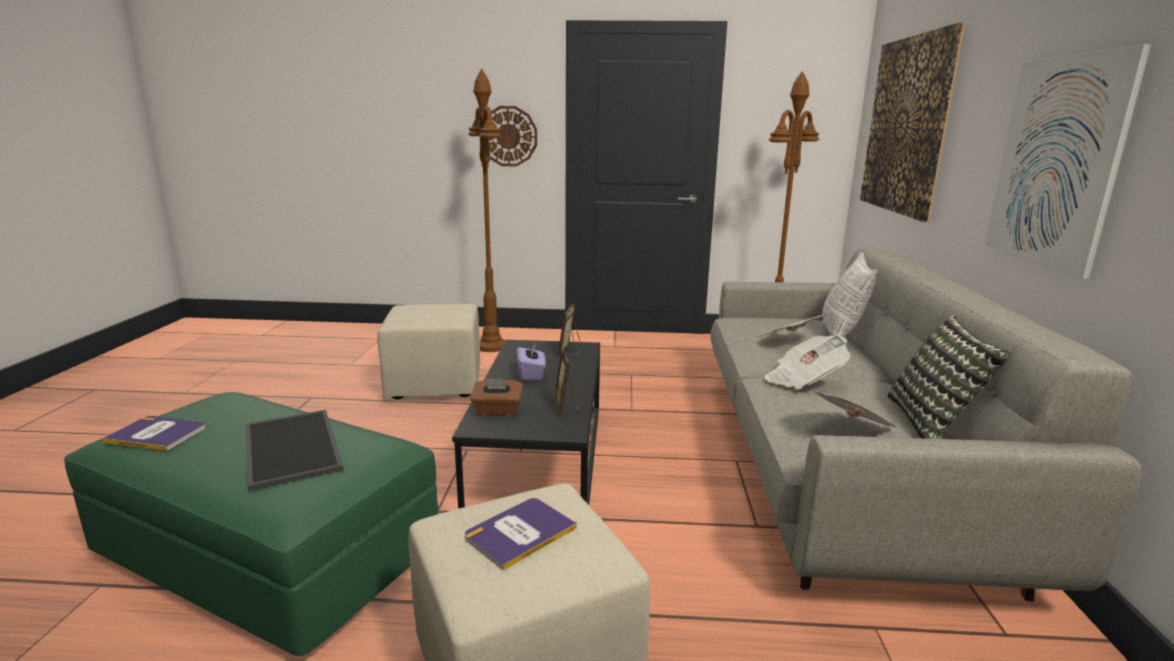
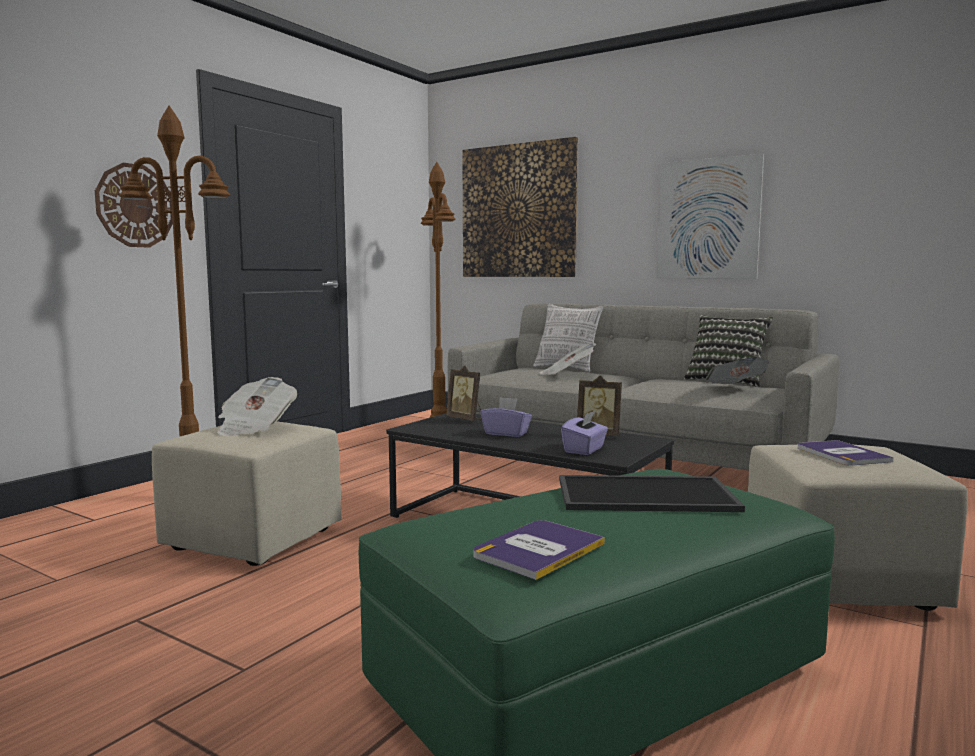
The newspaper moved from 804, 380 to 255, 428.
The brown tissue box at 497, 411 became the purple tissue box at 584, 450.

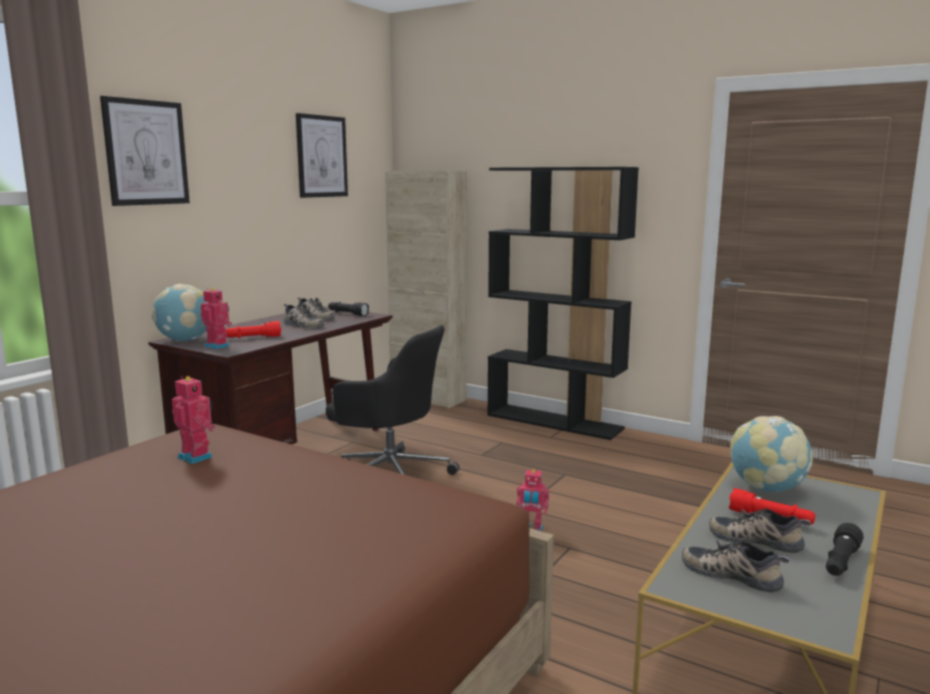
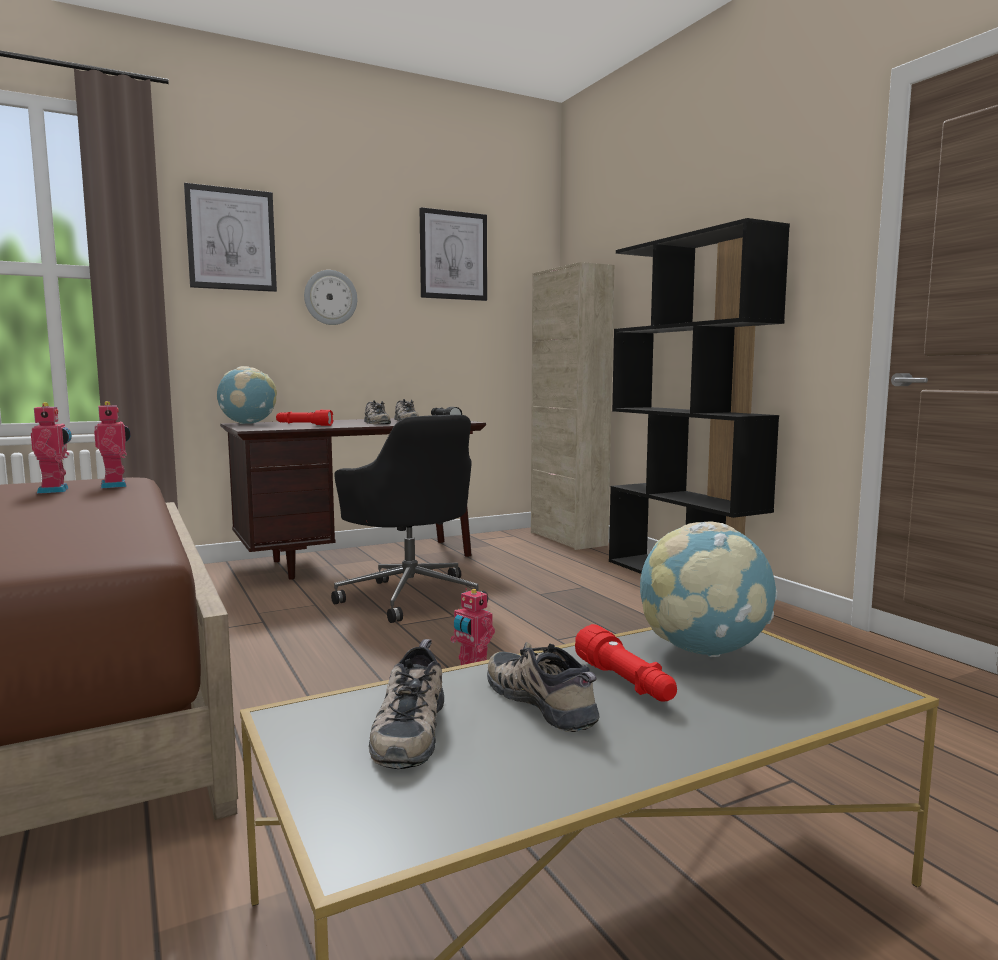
The toy robot moved from 218, 346 to 116, 485.
The wall clock at 330, 297 appeared.
The shoe at 732, 574 turned 150 degrees counterclockwise.
The black flashlight at 840, 562 disappeared.

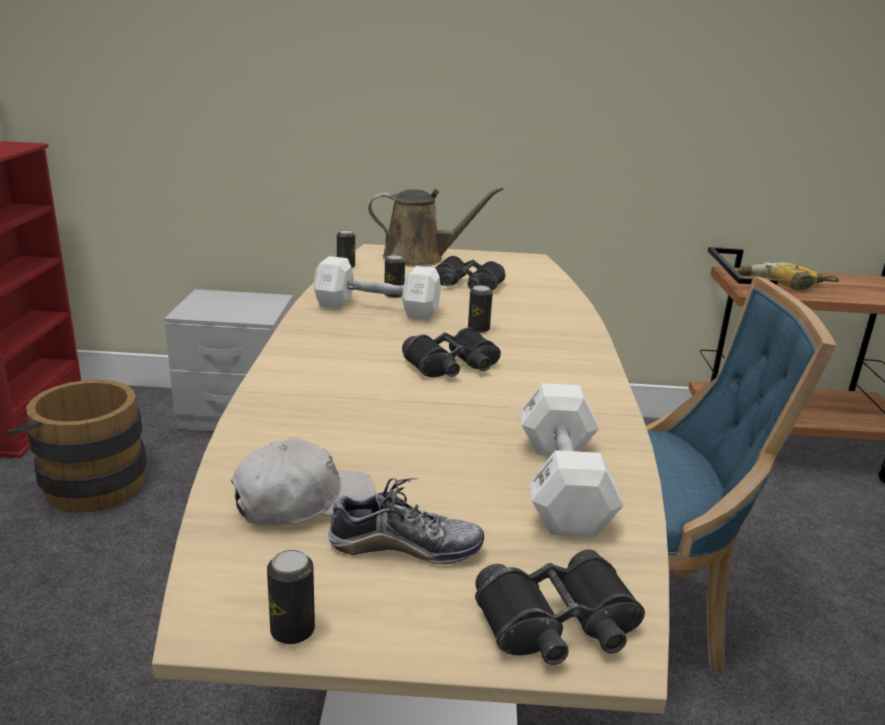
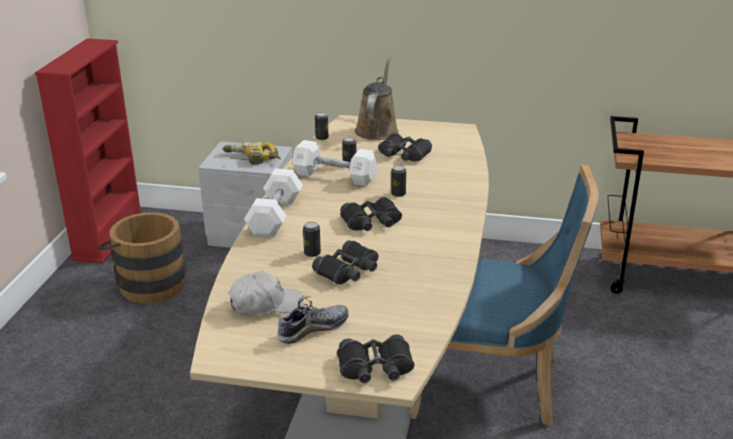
The power drill moved from 783, 284 to 251, 159.
The white dumbbell moved from 562, 484 to 275, 216.
The shoe at 405, 547 turned 45 degrees counterclockwise.
The can moved from 292, 631 to 312, 253.
The black binoculars at 348, 271 appeared.
The brown watering can at 420, 258 turned 90 degrees counterclockwise.

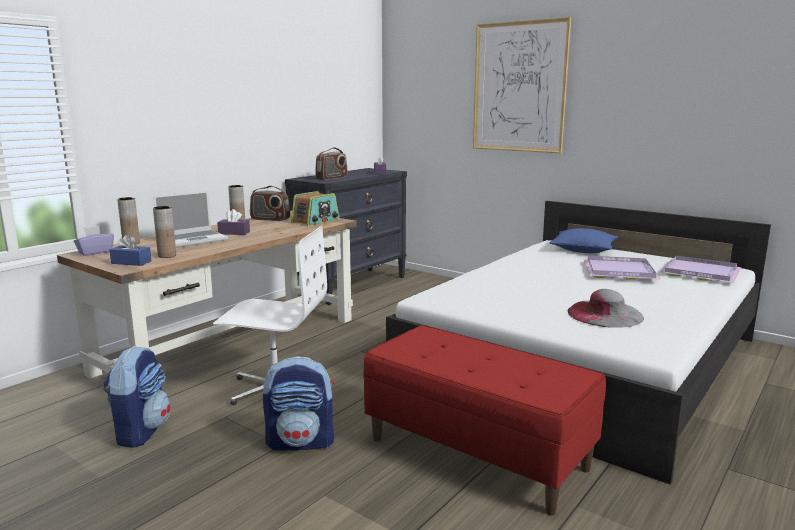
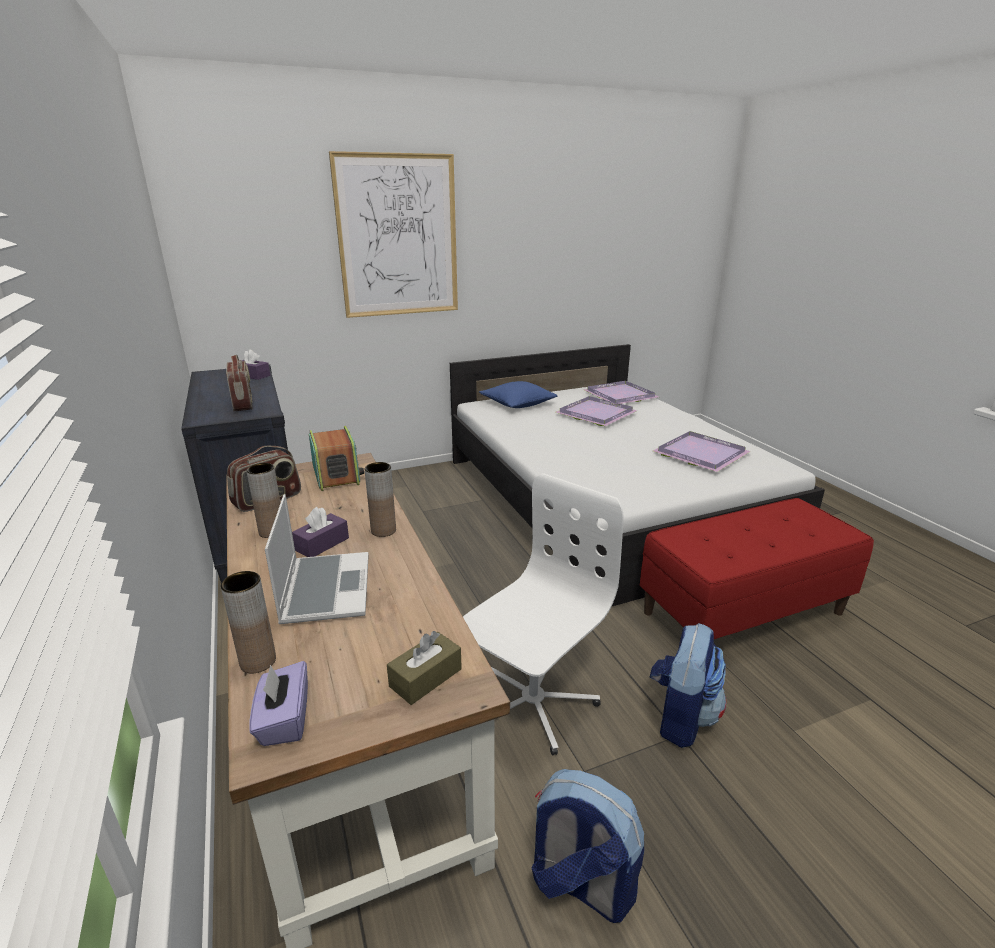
The brown vase moved from 167, 256 to 383, 530.
The blue tissue box at 131, 262 became the brown tissue box at 425, 677.
The grey hat at 605, 314 was replaced by the purple tray at 698, 454.

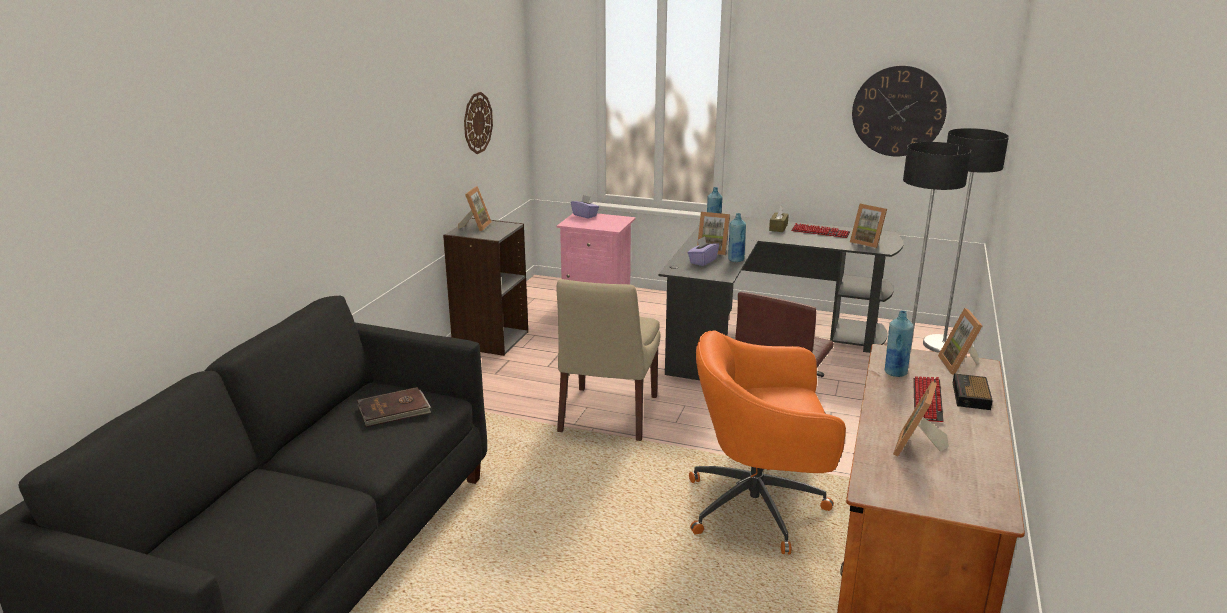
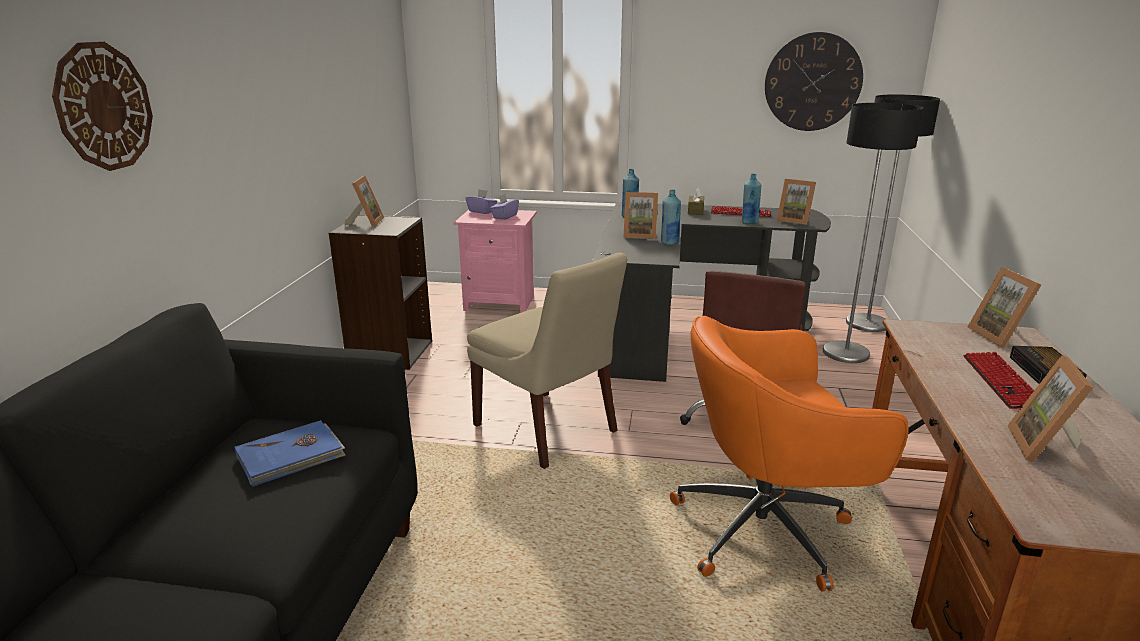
The wall clock moved from 477, 123 to 104, 107.
The brown book at 394, 410 became the blue book at 291, 457.
The beige chair at 607, 416 turned 45 degrees counterclockwise.
The purple tissue box moved from 702, 261 to 504, 216.
The blue bottle moved from 895, 372 to 749, 222.

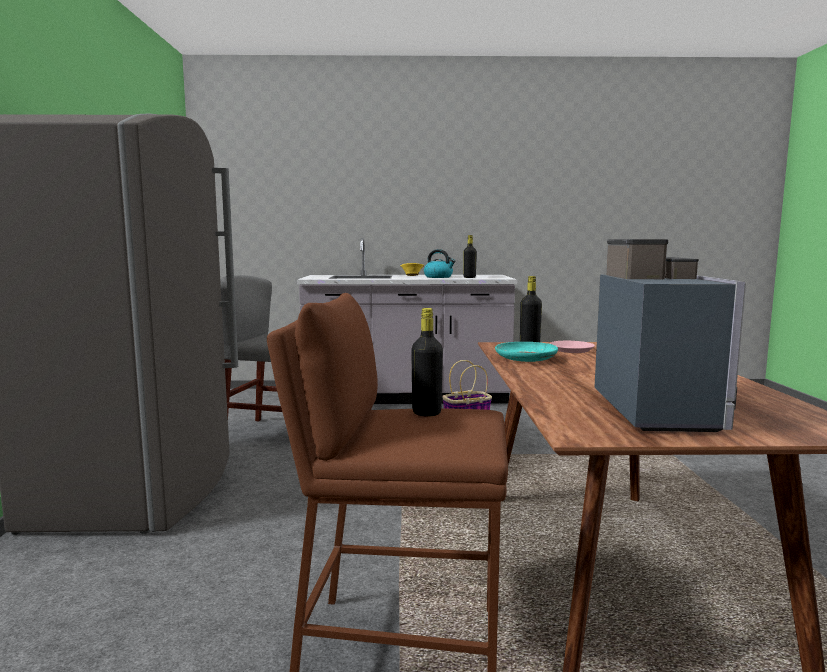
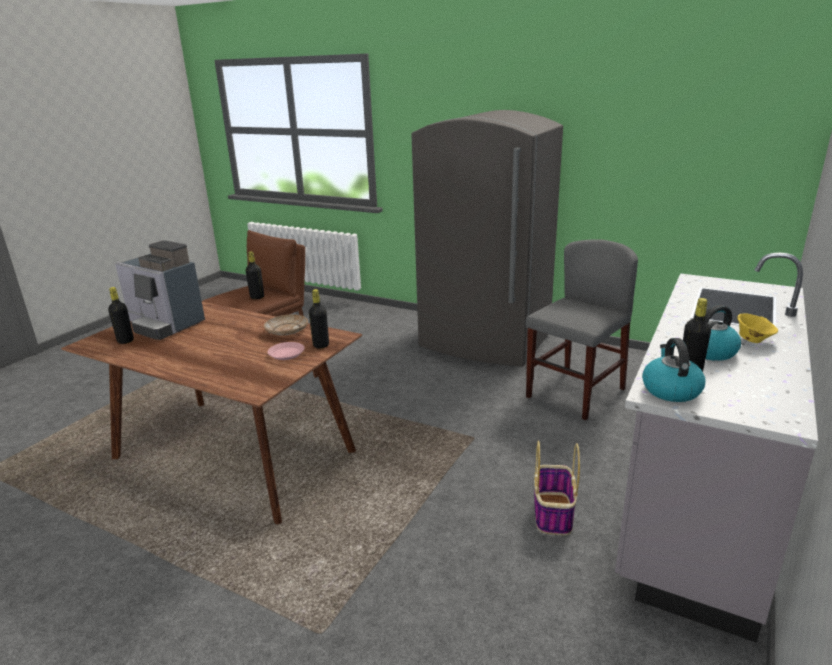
The black bottle at 125, 341 appeared.
The turquoise plate at 526, 359 became the beige plate at 286, 330.
The kettle at 670, 389 appeared.

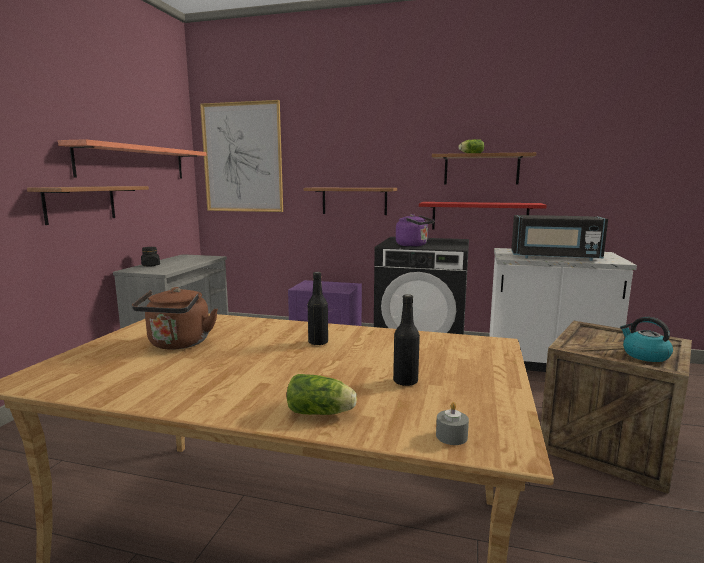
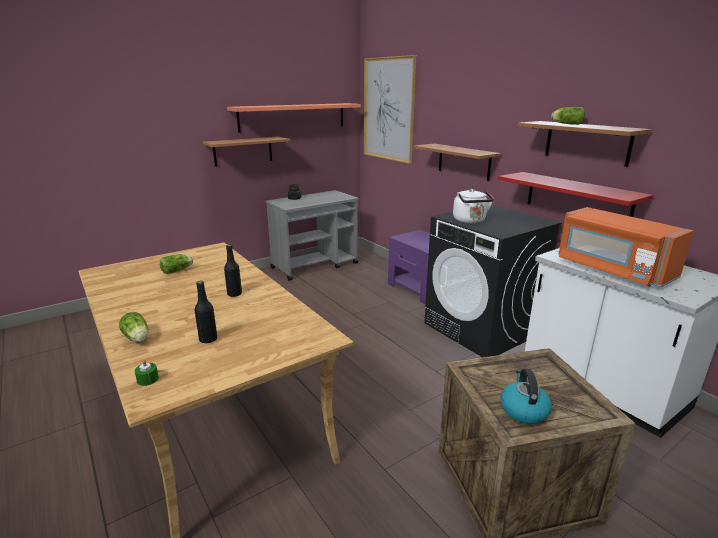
The grey candle at 451, 436 became the green candle at 147, 379.
The brown kettle at 178, 344 was replaced by the lettuce at 178, 270.
The purple kettle at 413, 245 became the white kettle at 470, 221.
The black microwave at 554, 257 became the orange microwave at 612, 270.

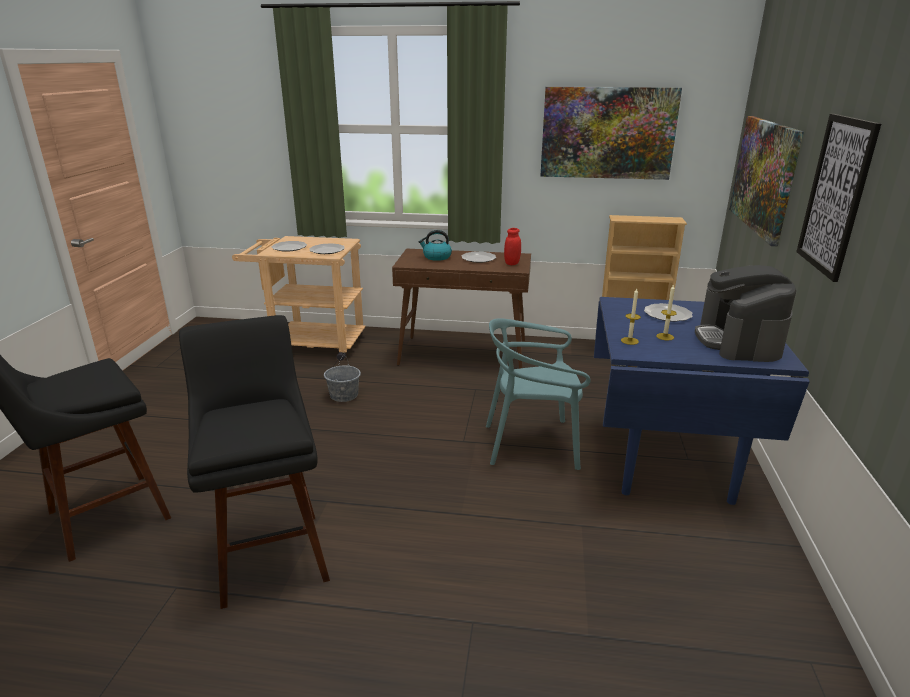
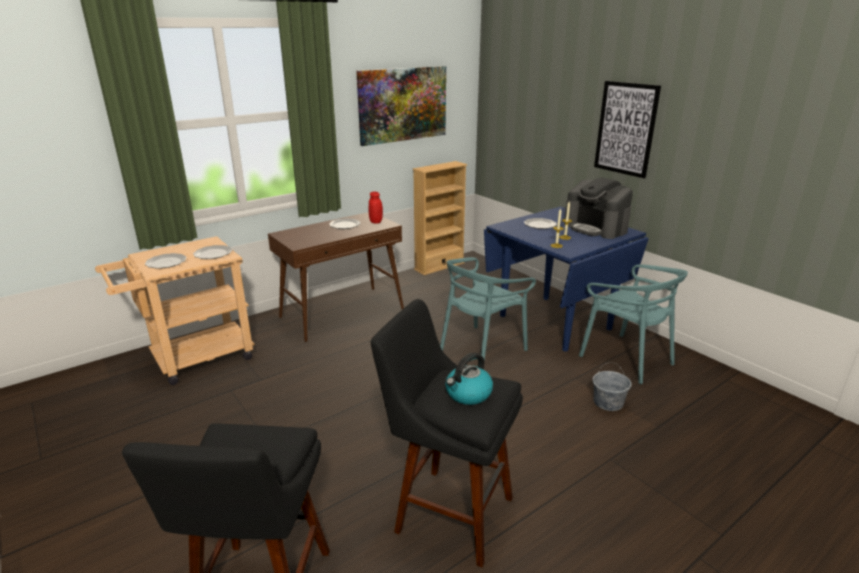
The kettle moved from 436, 257 to 468, 394.
The turquoise chair at 626, 358 appeared.
The grey bucket moved from 344, 395 to 608, 402.
The picture at 764, 176 disappeared.

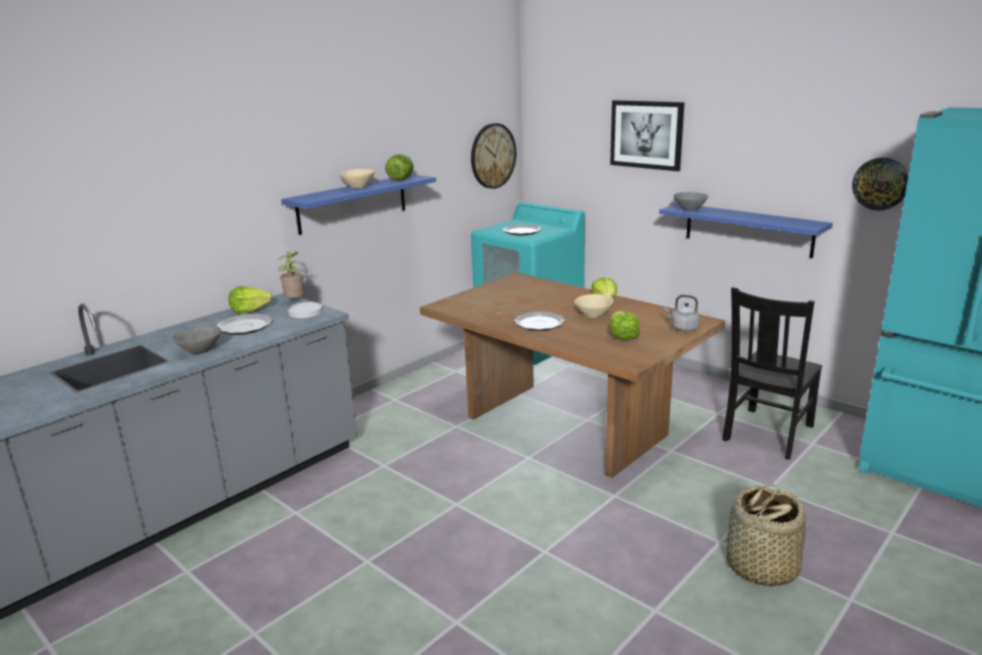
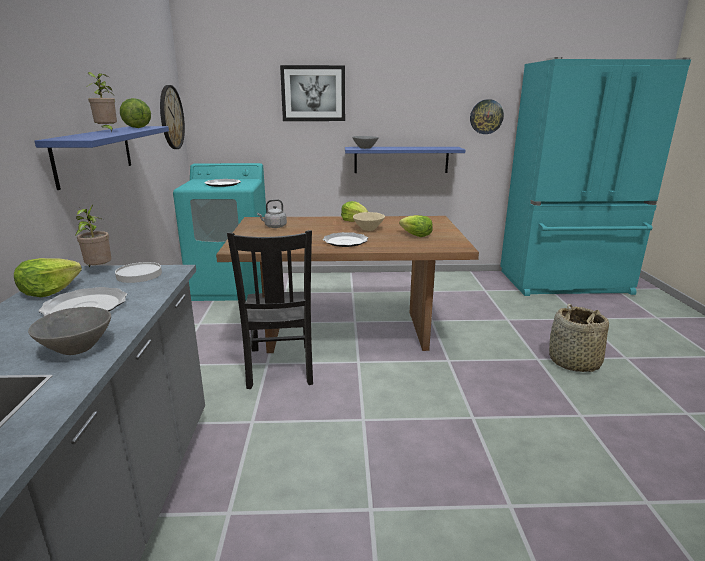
The beige bowl at 358, 187 was replaced by the potted plant at 107, 131.
The black chair moved from 766, 434 to 280, 367.
The grey kettle moved from 682, 328 to 274, 226.

